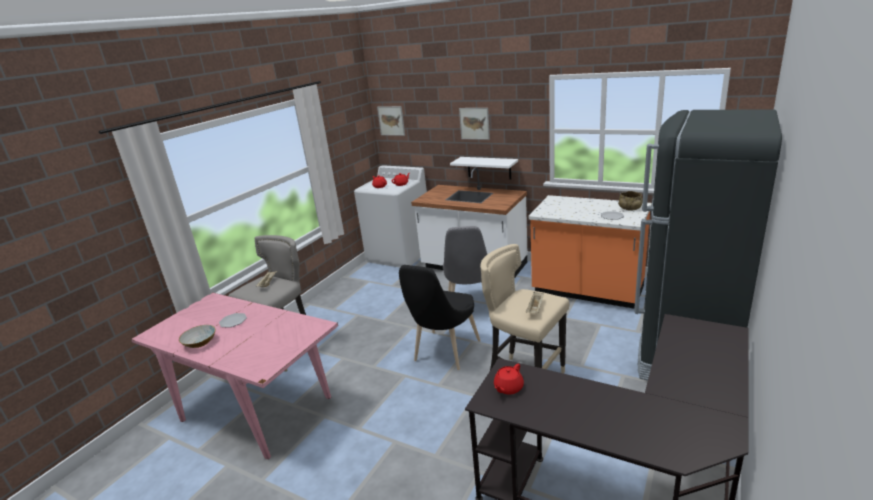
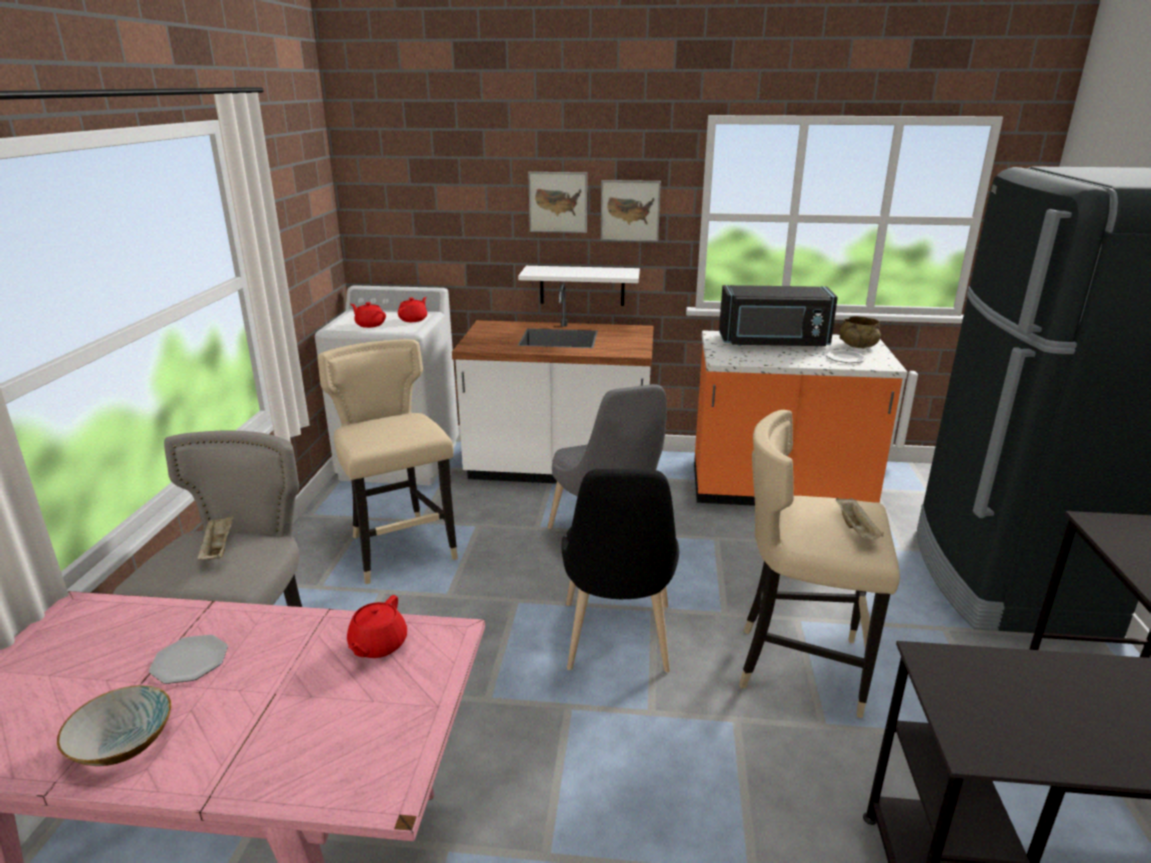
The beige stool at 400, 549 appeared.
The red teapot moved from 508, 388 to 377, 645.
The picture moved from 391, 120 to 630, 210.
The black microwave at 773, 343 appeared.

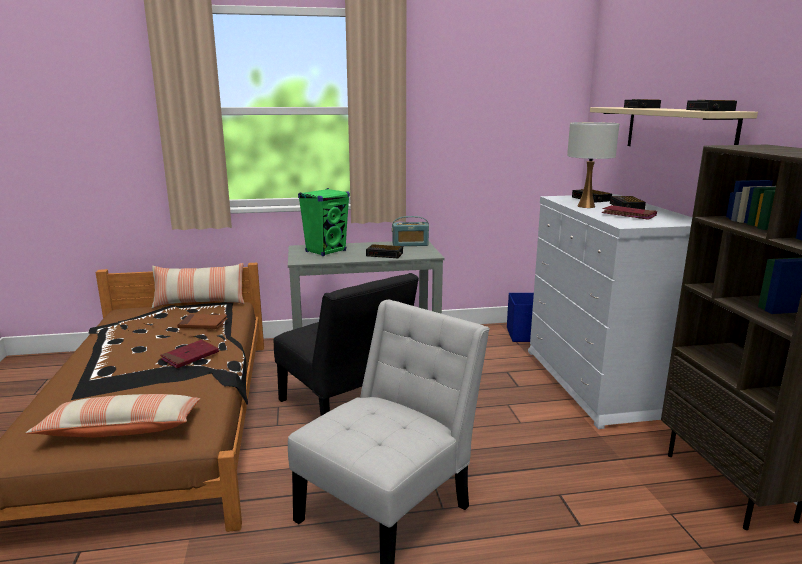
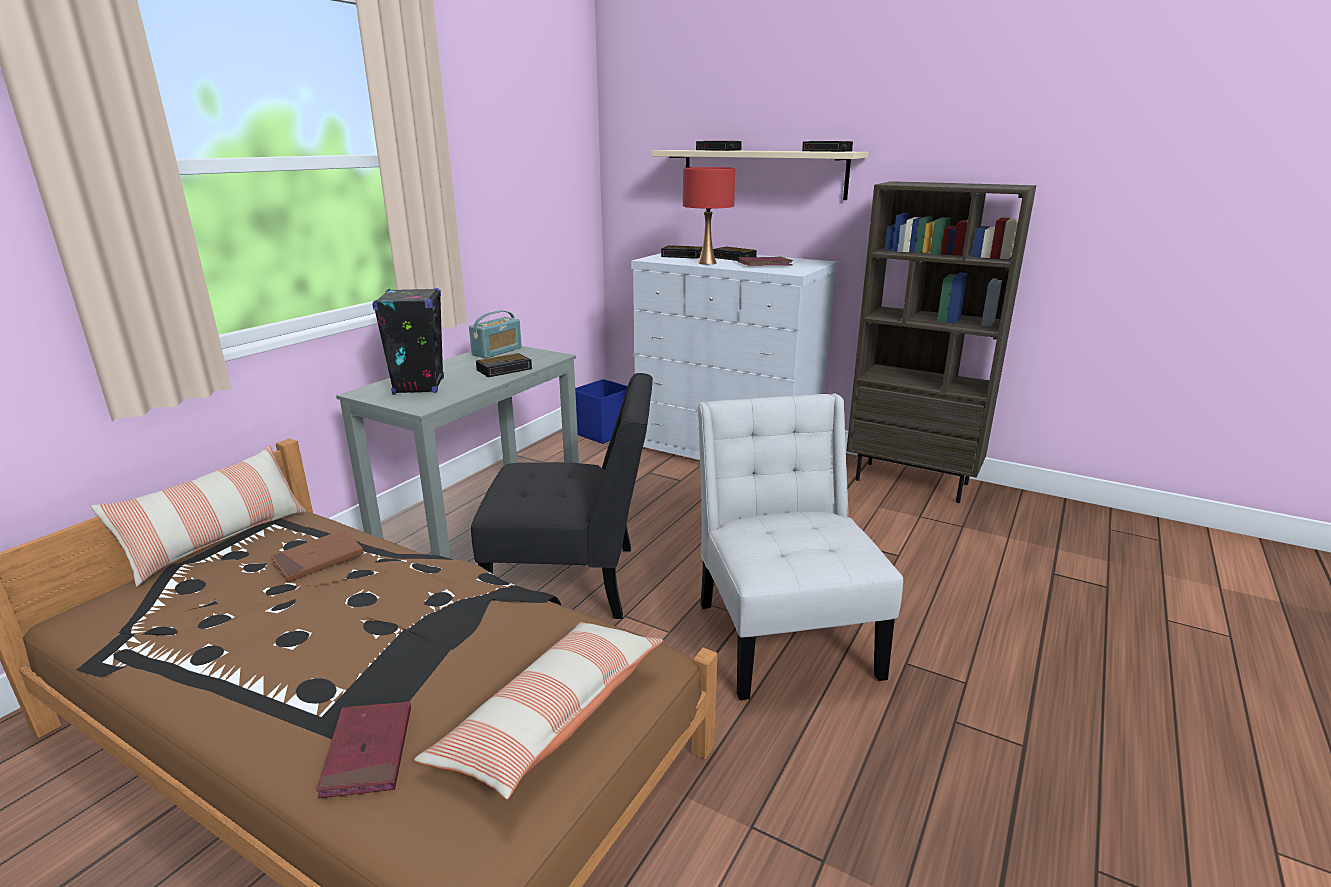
The red book moved from 190, 356 to 368, 752.
The green speaker at 326, 251 became the black speaker at 419, 386.
The white table lamp at 586, 206 became the red table lamp at 707, 263.

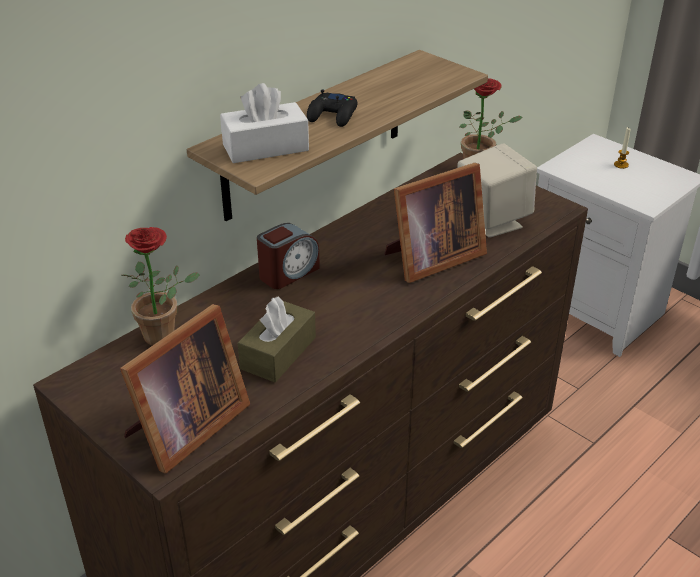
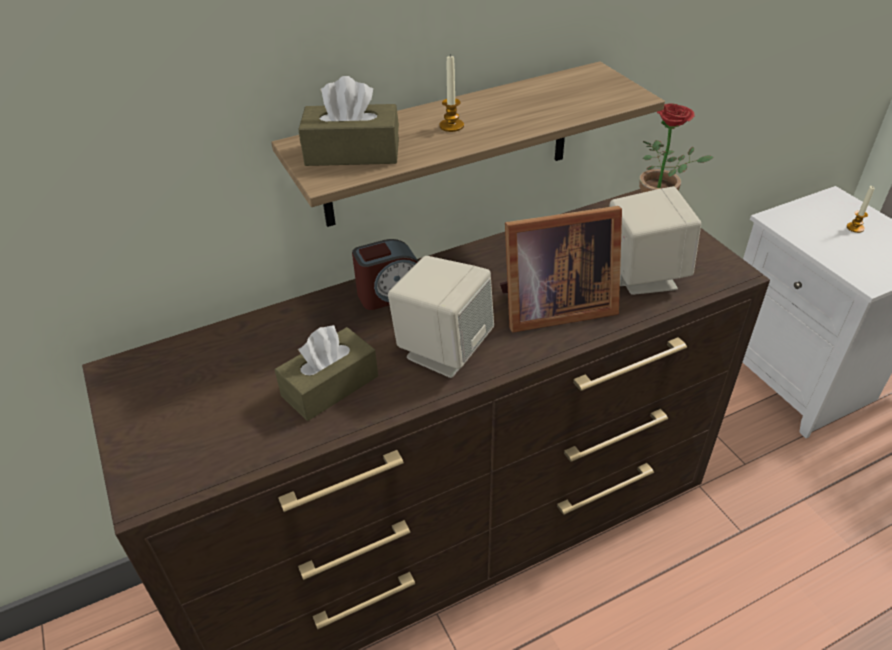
The white tissue box at 265, 147 became the brown tissue box at 352, 153.
The beige speaker at 443, 349 appeared.
The black game controller at 333, 115 was replaced by the candle at 451, 126.
The picture frame at 184, 429 disappeared.
The potted plant at 166, 335 disappeared.

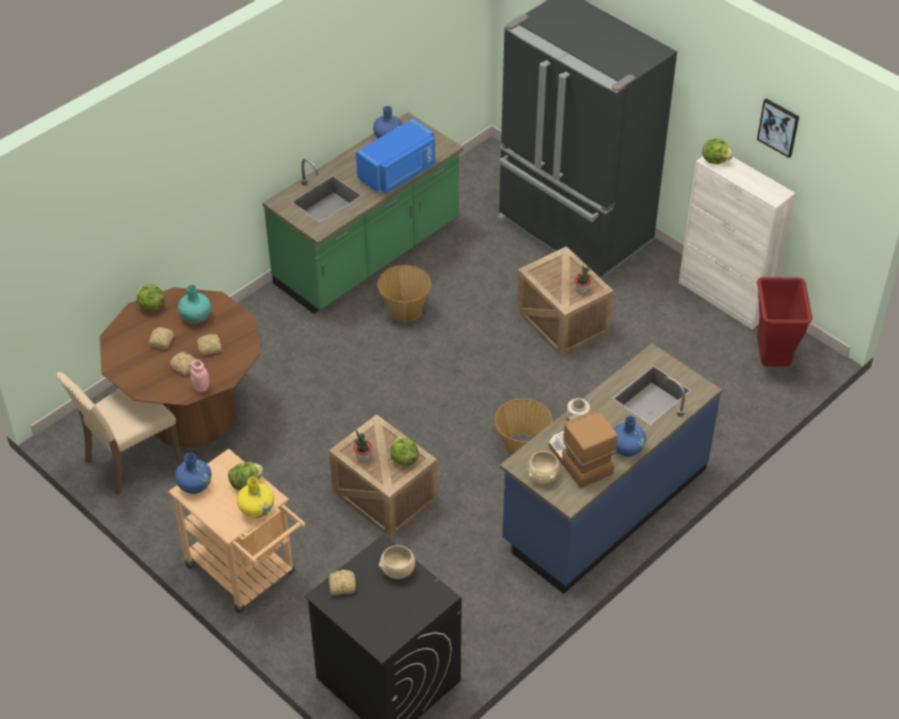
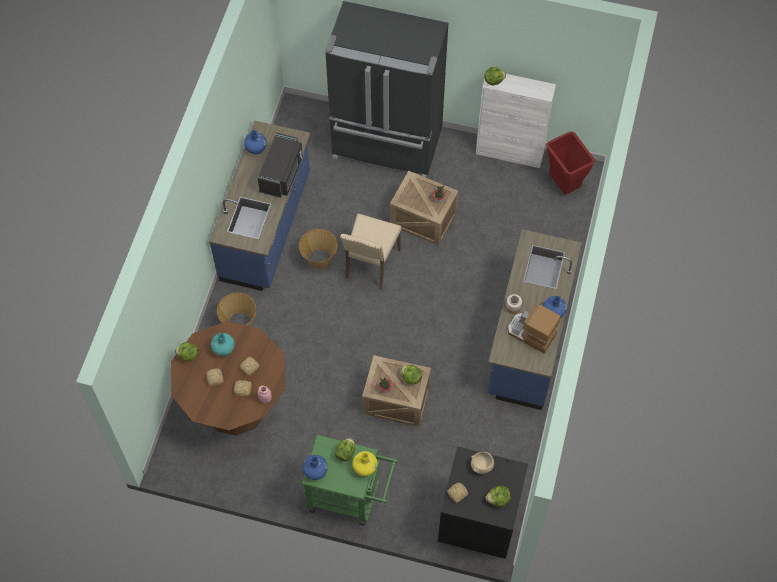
The green counter at 368, 255 became the blue counter at 267, 227.
The basket moved from 522, 446 to 239, 322.
The blue microwave at 398, 173 became the black microwave at 282, 174.
The beige cart at 247, 574 became the green cart at 350, 497.
The beige chair moved from 130, 460 to 370, 264.
The lettuce at 498, 499 appeared.
The beige bowl at 543, 476 disappeared.
The picture at 778, 127 disappeared.

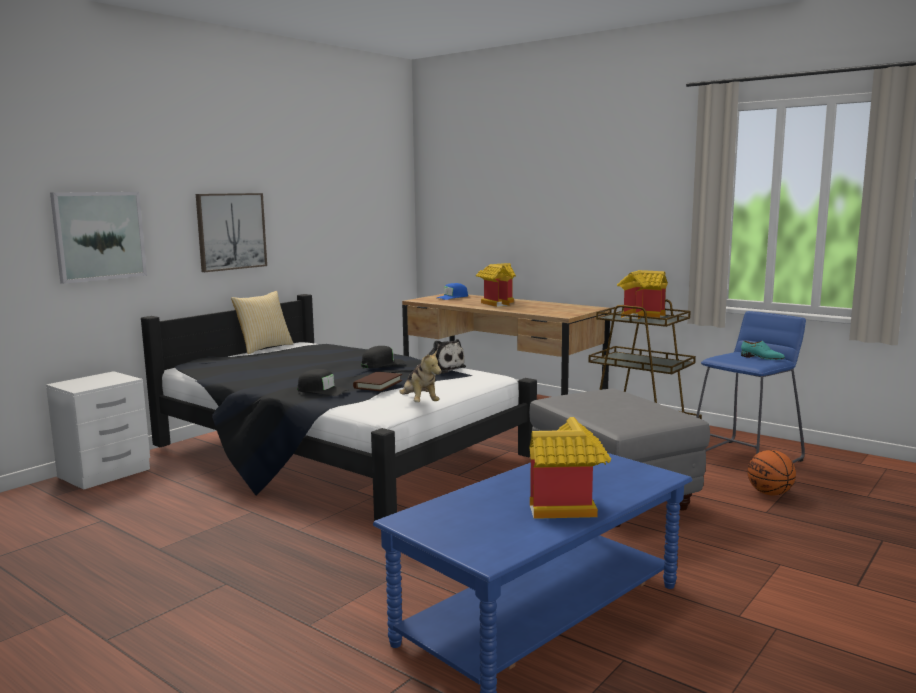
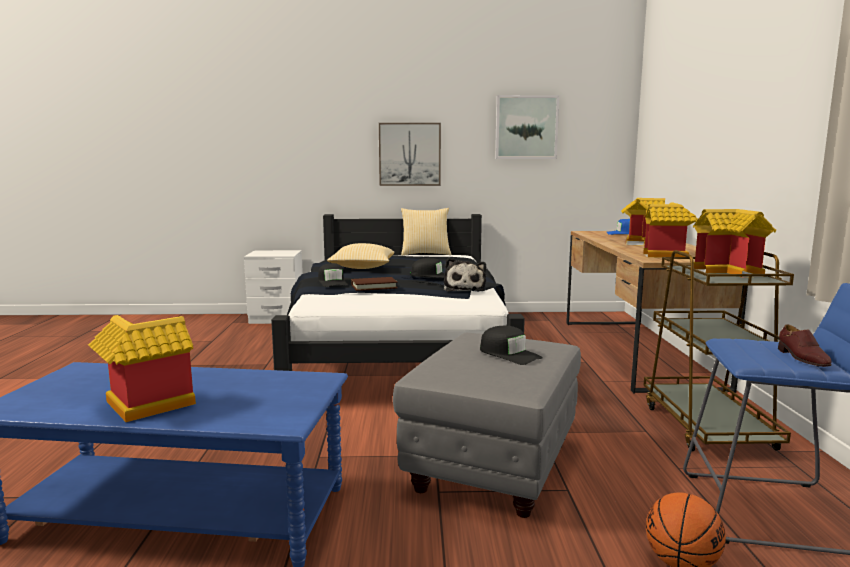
The pillow at 362, 268 appeared.
The black cap at 509, 354 appeared.
The picture moved from 99, 236 to 526, 127.
The toy house at 668, 255 appeared.
The turquoise shoe at 762, 358 became the brown shoe at 802, 358.
The plush toy at 419, 403 disappeared.

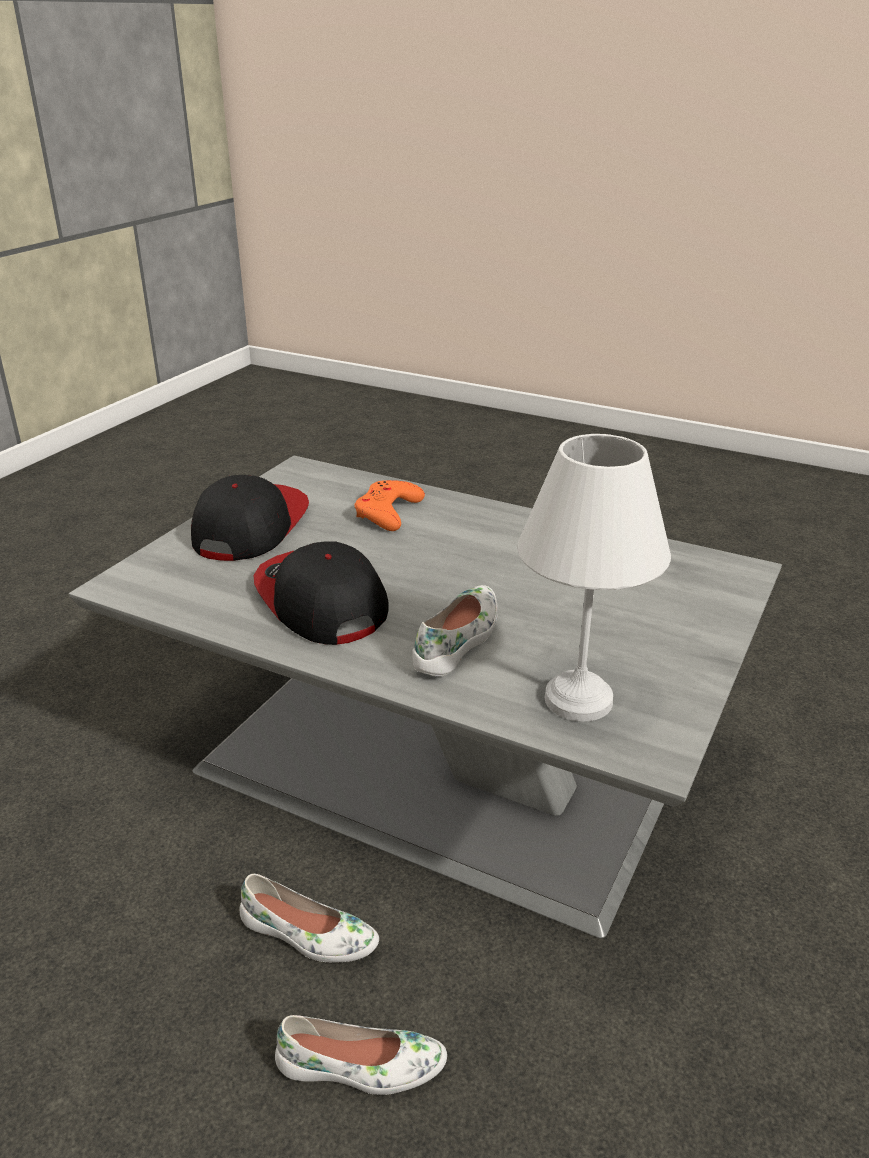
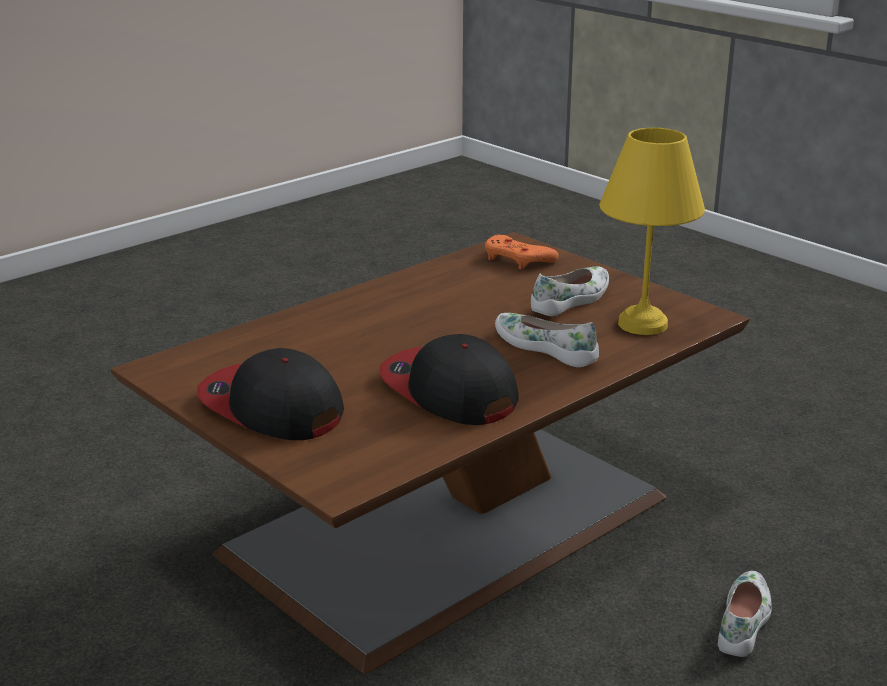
The grey coffee table at 430, 762 became the brown coffee table at 442, 528.
The cap at 320, 600 turned 60 degrees clockwise.
The orange game controller moved from 388, 512 to 517, 259.
The white shoe moved from 308, 935 to 572, 300.
The white table lamp at 576, 701 became the yellow table lamp at 644, 325.

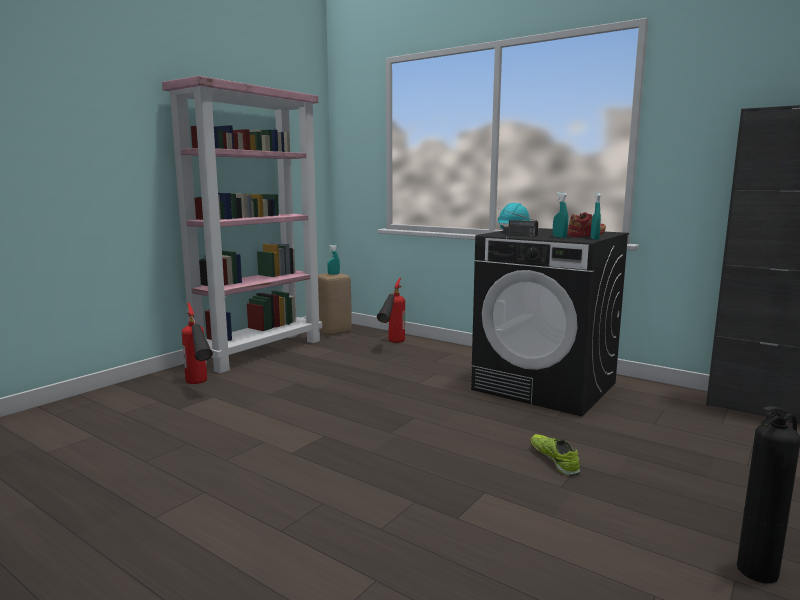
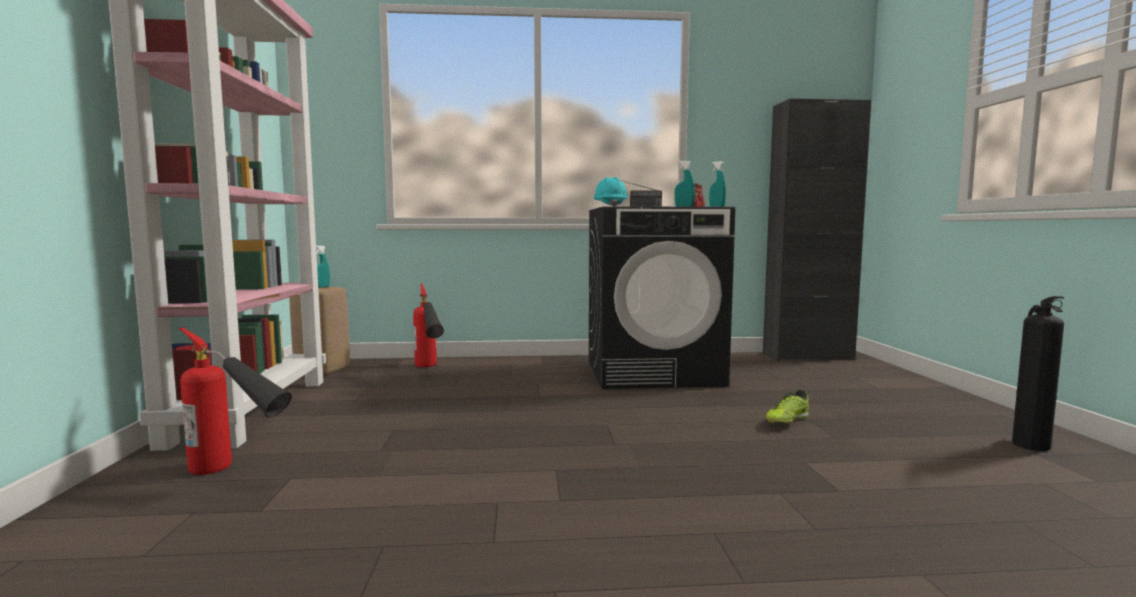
The shoe at 554, 460 turned 75 degrees counterclockwise.

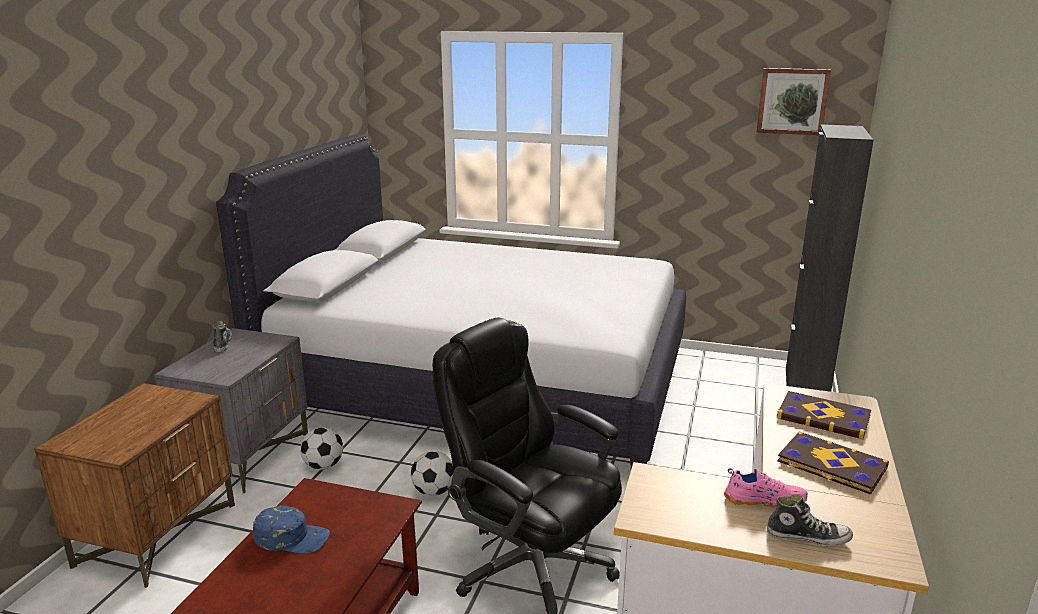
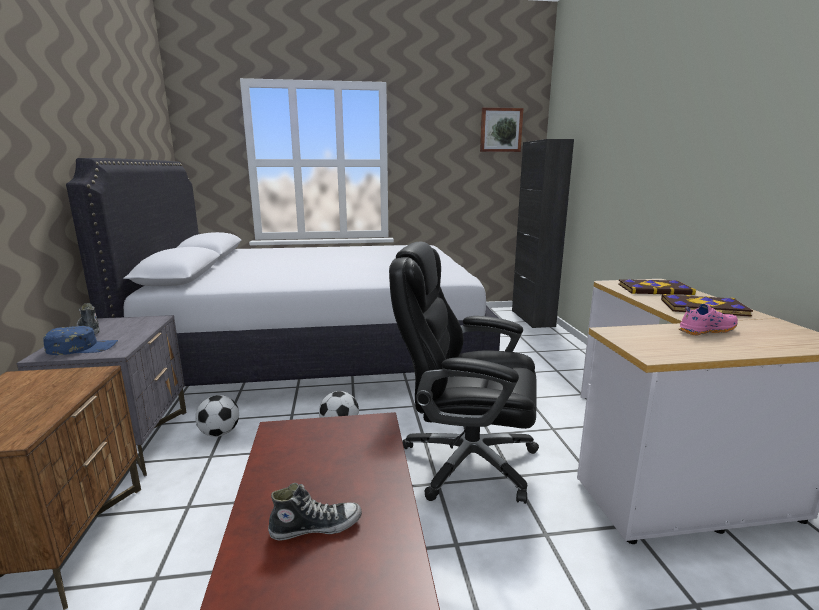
The blue cap moved from 292, 537 to 82, 348.
The shoe moved from 807, 536 to 316, 526.

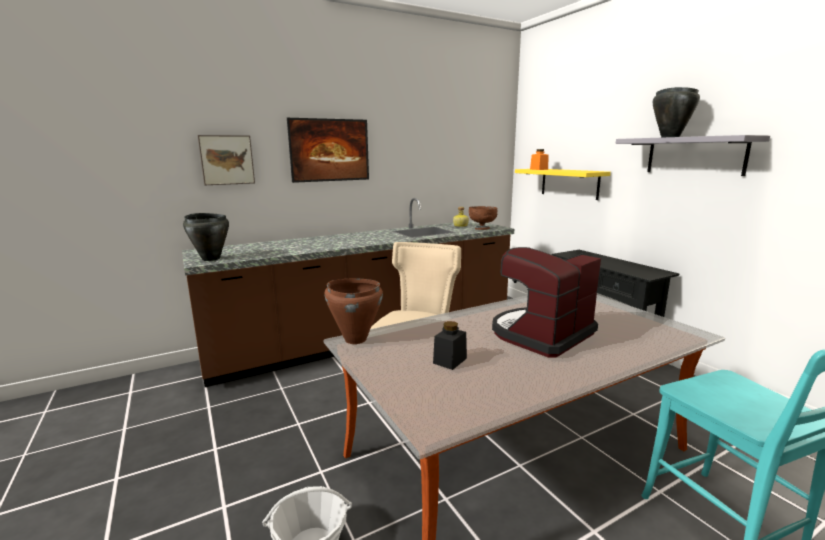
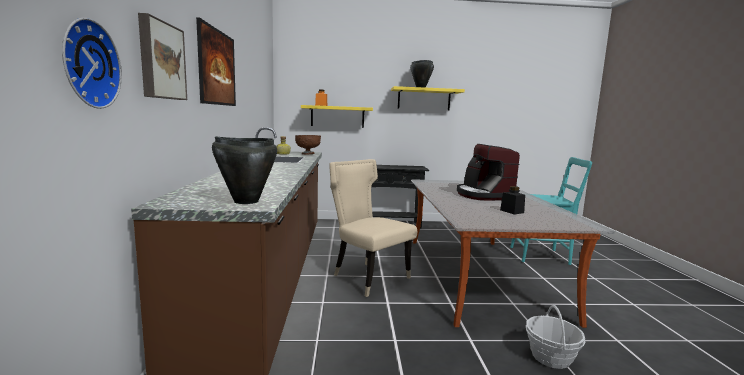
The wall clock at 87, 64 appeared.
The grey shelf at 695, 155 became the yellow shelf at 424, 99.
The brown cooking pot at 355, 339 disappeared.

